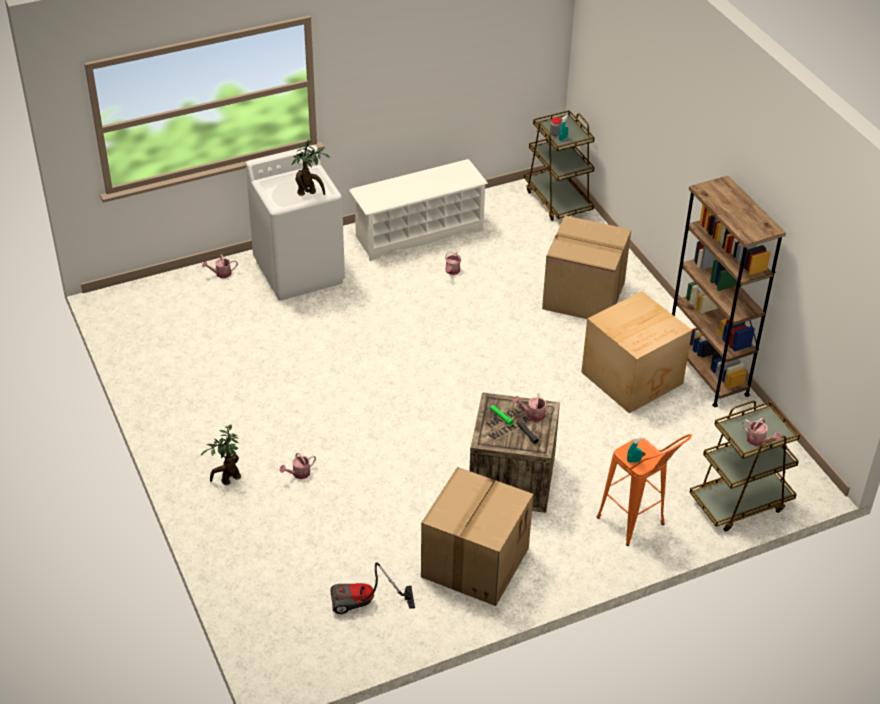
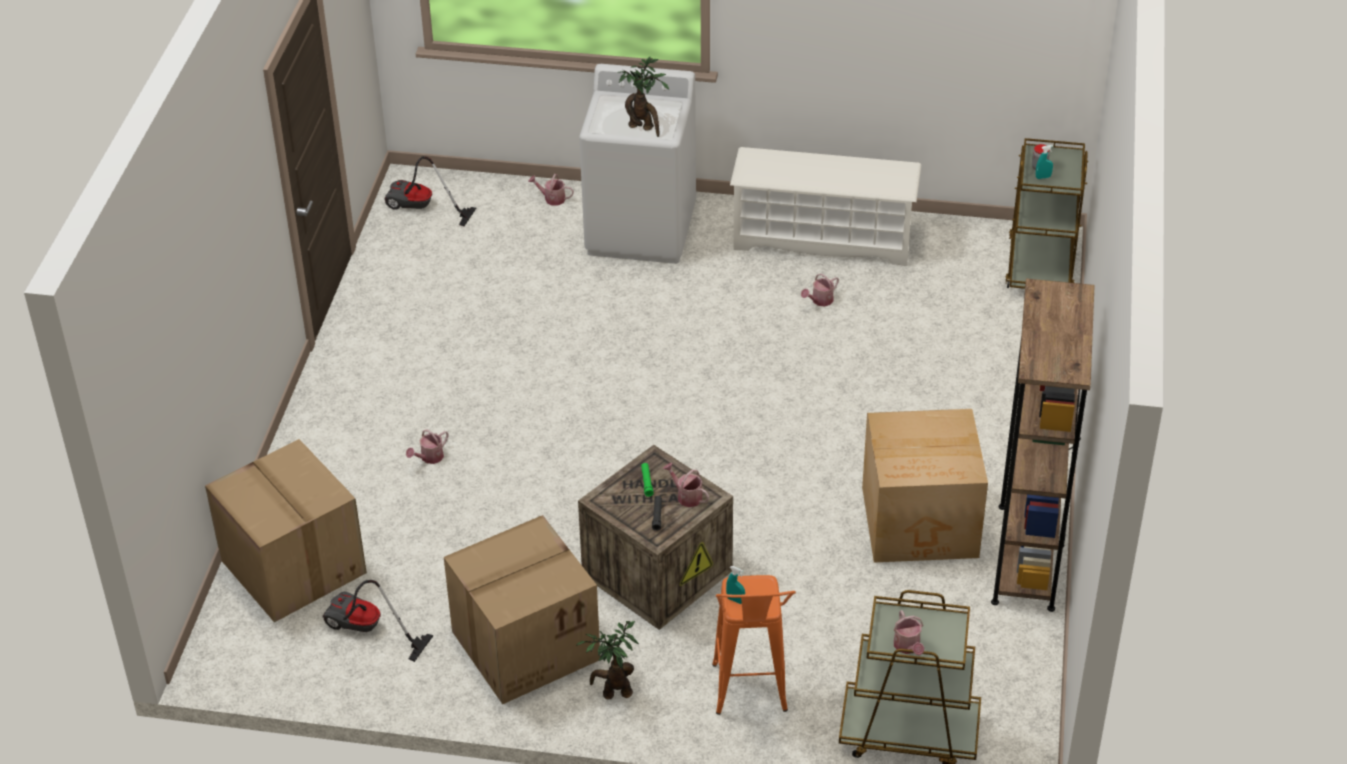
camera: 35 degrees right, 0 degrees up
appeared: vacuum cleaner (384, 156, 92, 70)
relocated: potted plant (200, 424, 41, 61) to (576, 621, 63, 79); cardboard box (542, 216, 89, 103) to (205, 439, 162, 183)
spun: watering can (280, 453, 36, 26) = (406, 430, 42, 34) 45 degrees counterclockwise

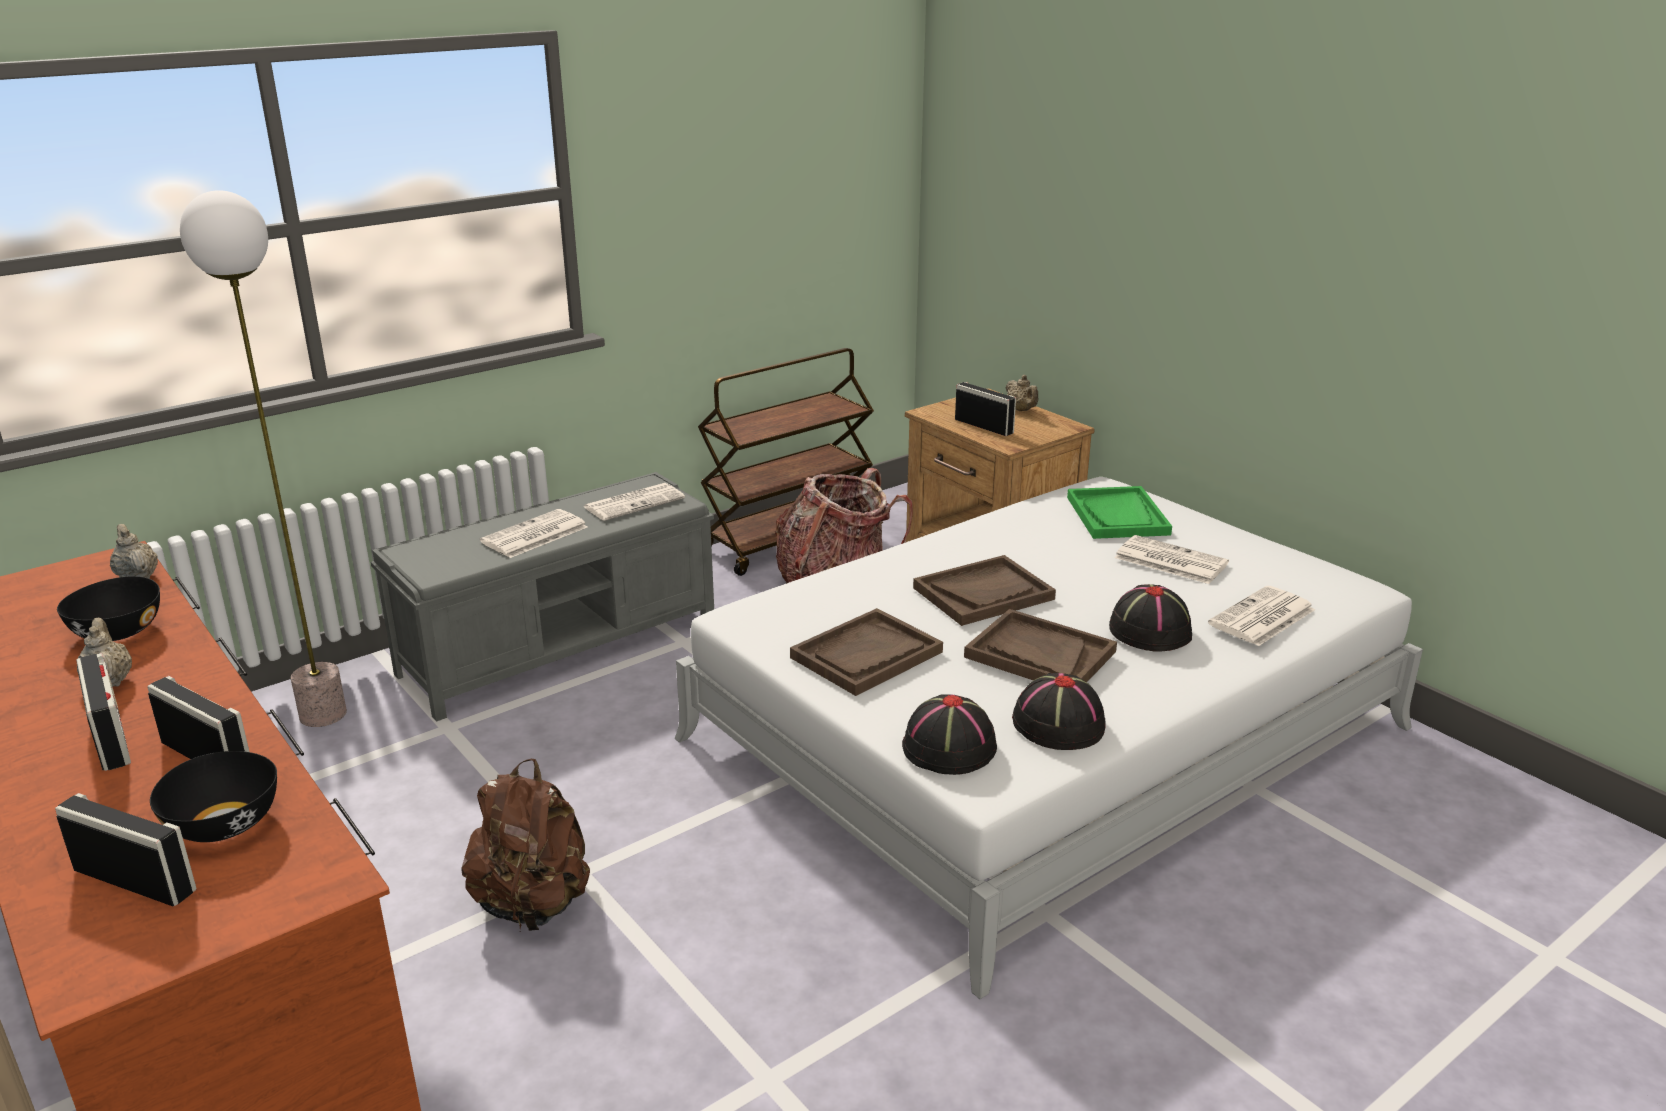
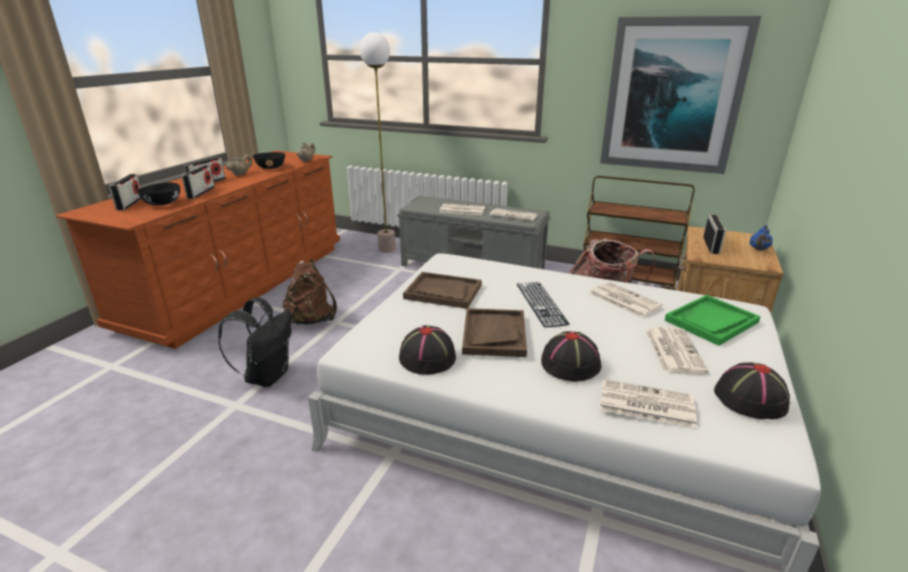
camera: 60 degrees right, 0 degrees up
appeared: black backpack (218, 297, 73, 90); newspaper (589, 282, 74, 36); picture (600, 16, 161, 158)
relocated: black hat (902, 694, 95, 81) to (714, 362, 76, 57)
exchanged: brown tray (913, 555, 143, 71) to keyboard (517, 282, 53, 46)
colour: beige teapot (1005, 375, 33, 36) to blue teapot (749, 225, 24, 26)

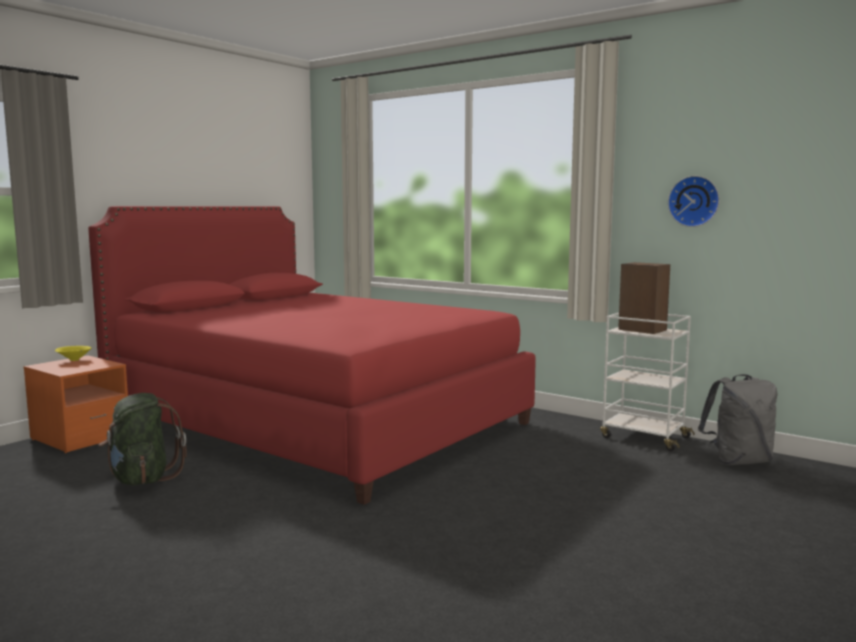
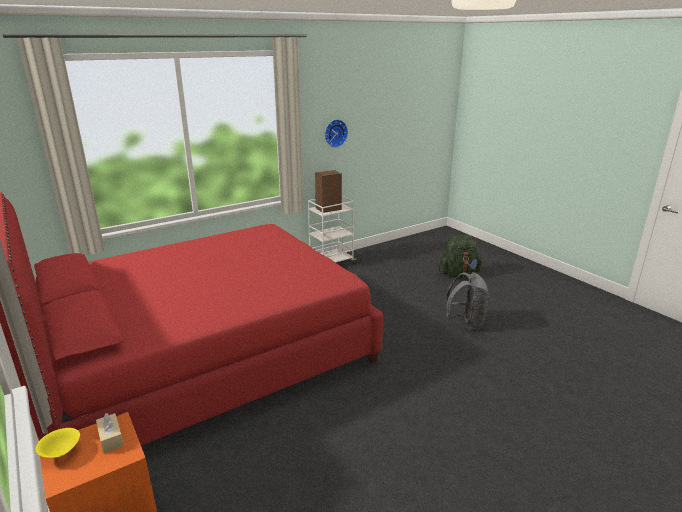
camera: 70 degrees left, 15 degrees up
appeared: beige tissue box (96, 413, 28, 40)
relocated: green backpack (98, 393, 88, 92) to (438, 235, 44, 42); grey backpack (698, 374, 79, 91) to (446, 272, 43, 59)

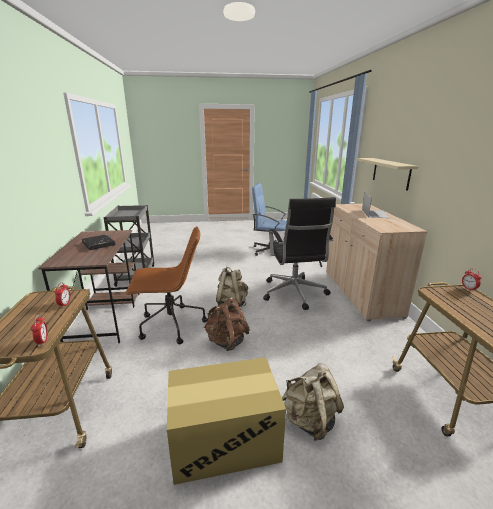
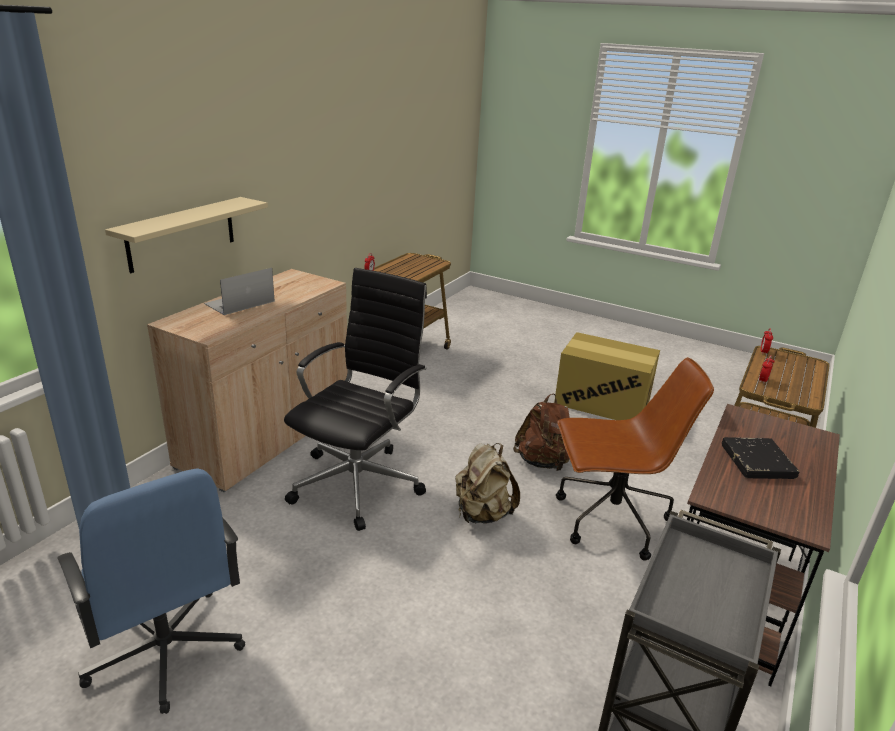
camera: 145 degrees left, 5 degrees up
missing: beige backpack (282, 363, 62, 78)
spun: brown office chair (125, 226, 83, 118) = (556, 357, 158, 203) 150 degrees clockwise

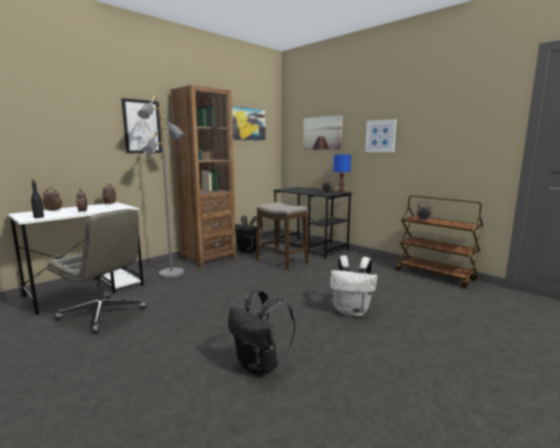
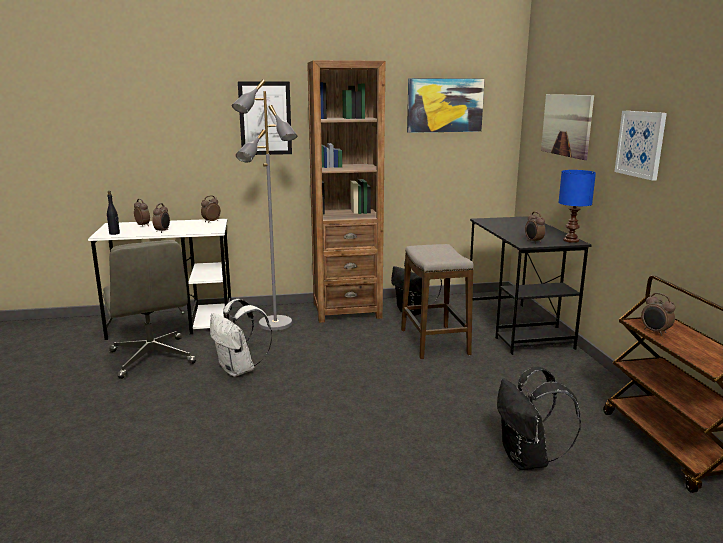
camera: 35 degrees right, 5 degrees up
relocated: black backpack (228, 290, 67, 86) to (497, 367, 84, 103); white backpack (330, 255, 48, 61) to (210, 299, 63, 78)

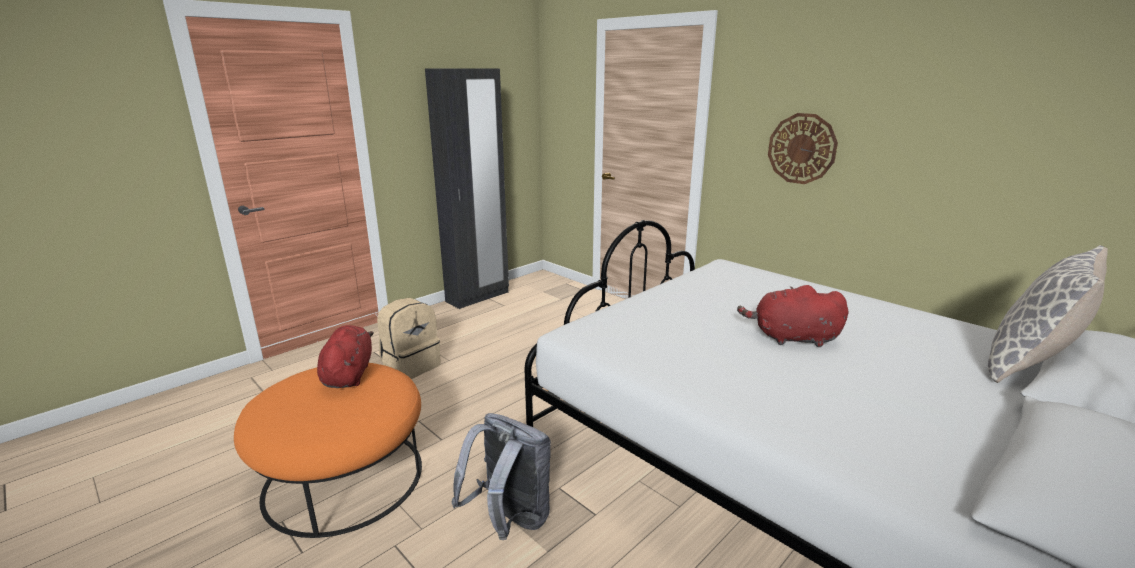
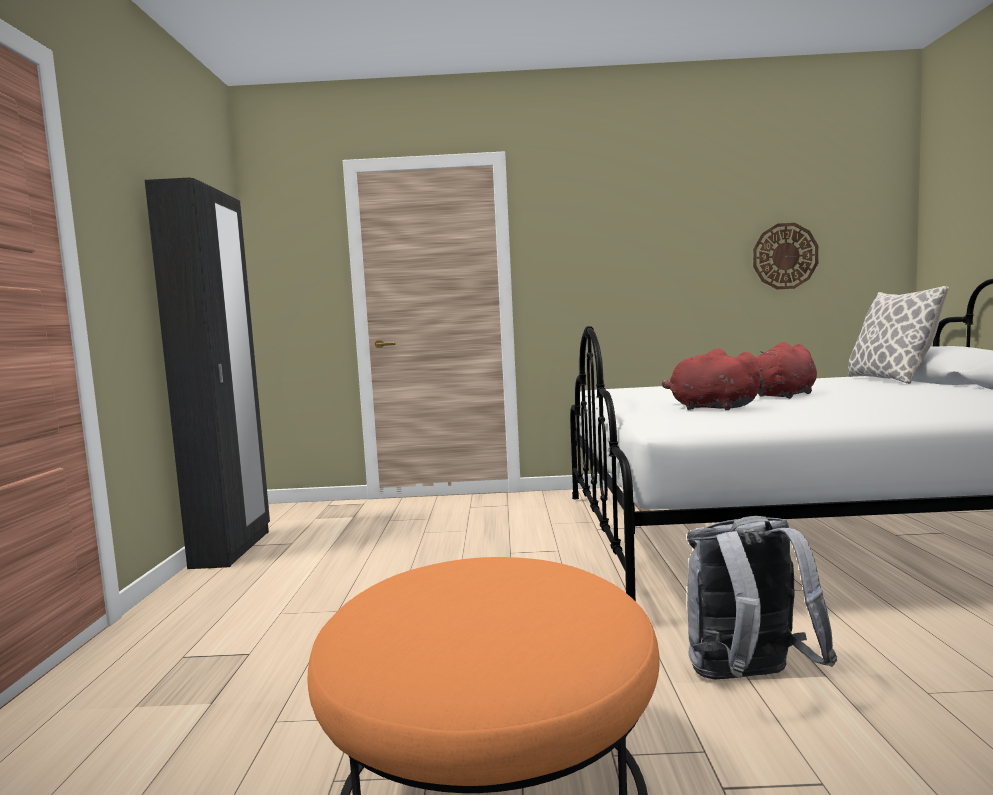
camera: 45 degrees left, 15 degrees down
missing: beige backpack (377, 298, 64, 81)
relocated: red plush toy (317, 325, 57, 63) to (662, 348, 100, 62); wall clock (768, 113, 70, 71) to (753, 223, 66, 66)

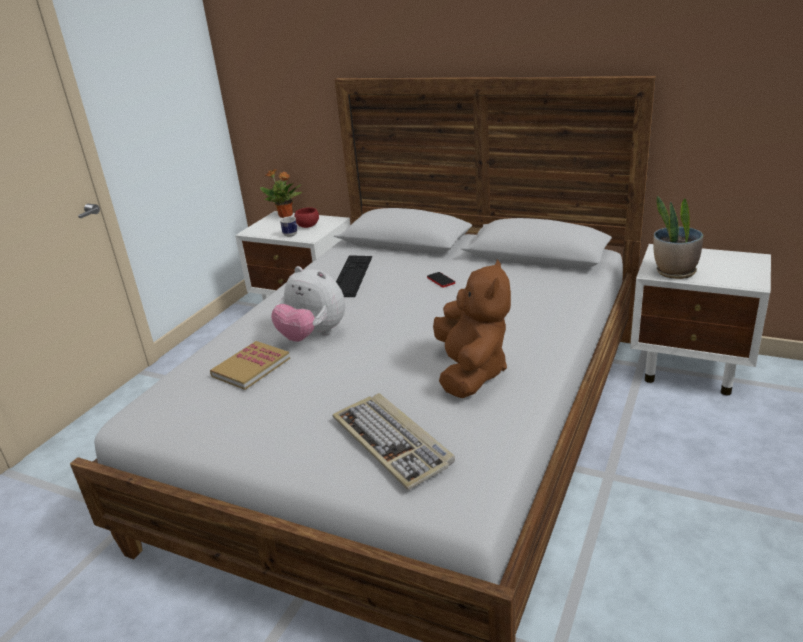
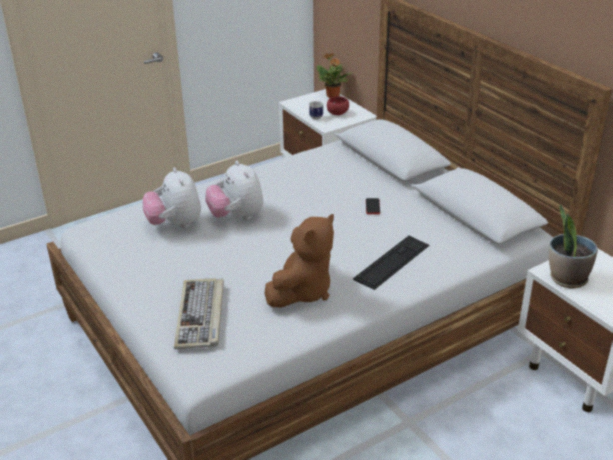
camera: 30 degrees right, 5 degrees up
relocated: keyboard (336, 255, 36, 42) to (353, 236, 76, 54)
exchanged: book (210, 341, 80, 49) to plush toy (143, 167, 58, 61)

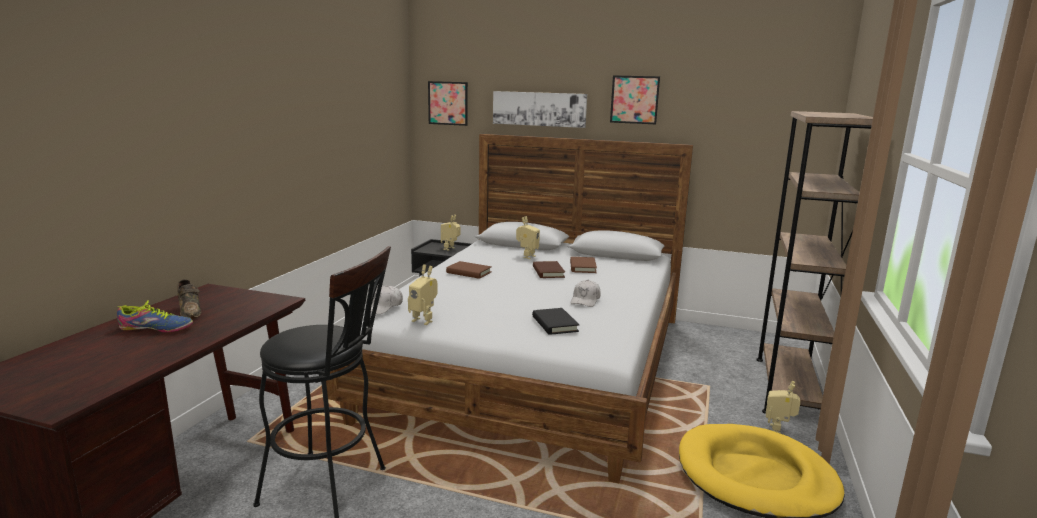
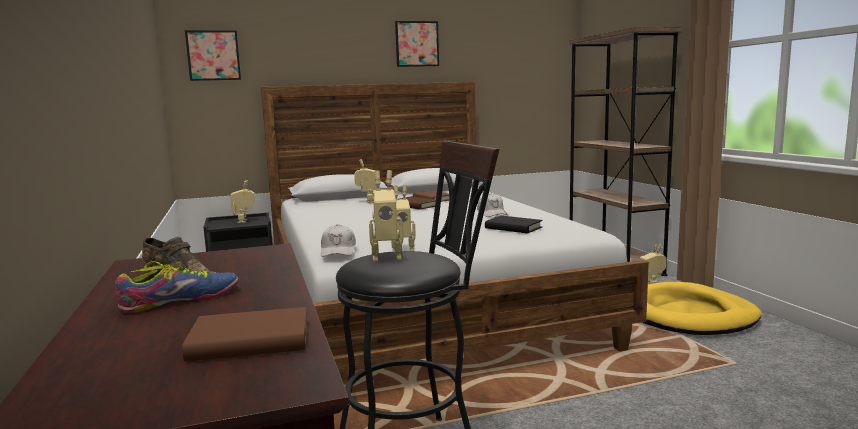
camera: 35 degrees left, 5 degrees down
missing: picture (493, 91, 94, 37)
appeared: toy robot (369, 170, 35, 92)
relocated: brown book (446, 261, 46, 18) to (182, 307, 126, 55)

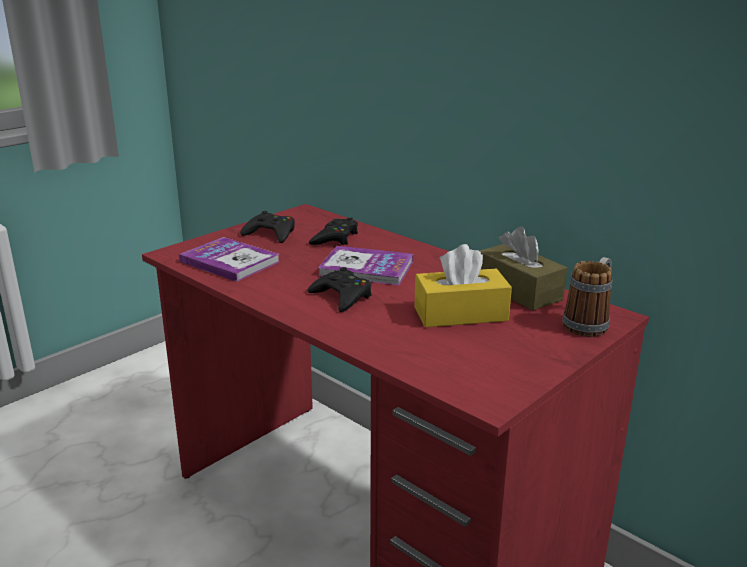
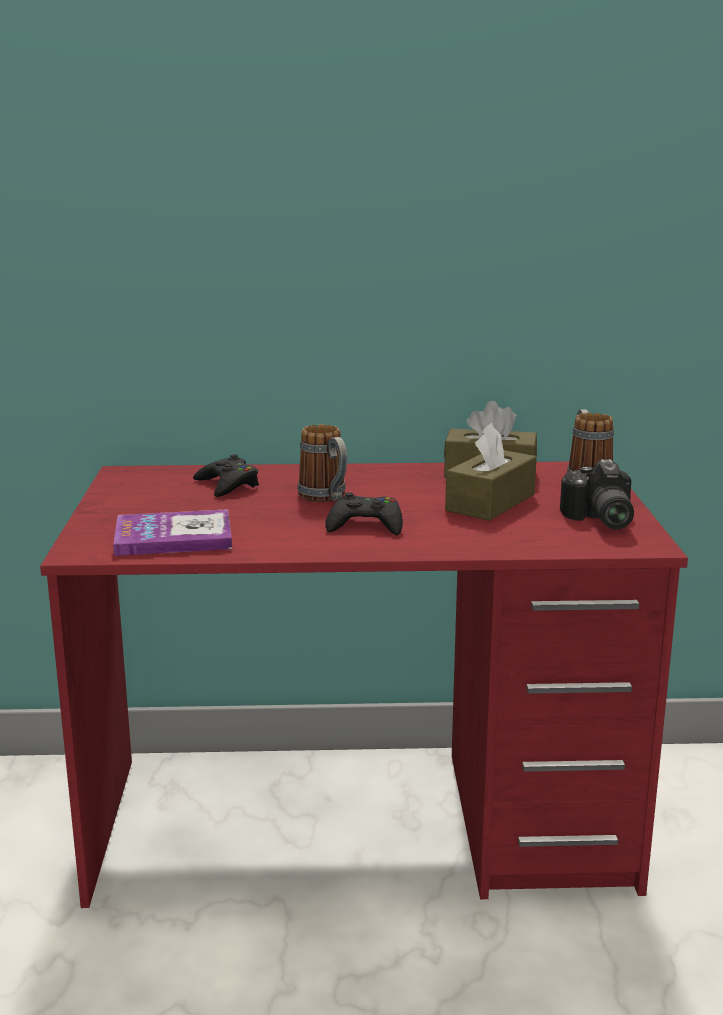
camera: 45 degrees left, 5 degrees down
missing: black game controller (240, 211, 55, 32)
appeared: photo camera (560, 459, 74, 70)
exchanged: book (318, 246, 96, 39) to mug (298, 424, 49, 78)
colour: yellow tissue box (415, 244, 97, 83) to brown tissue box (445, 423, 92, 98)

